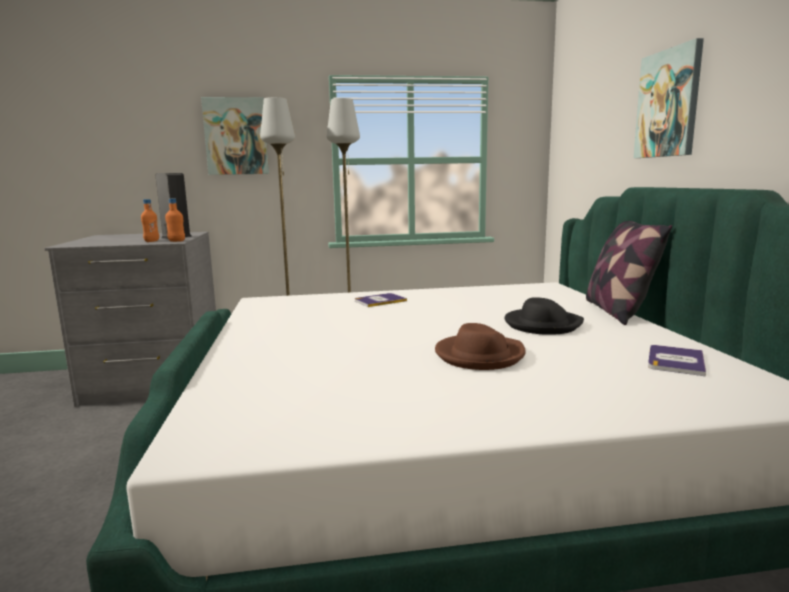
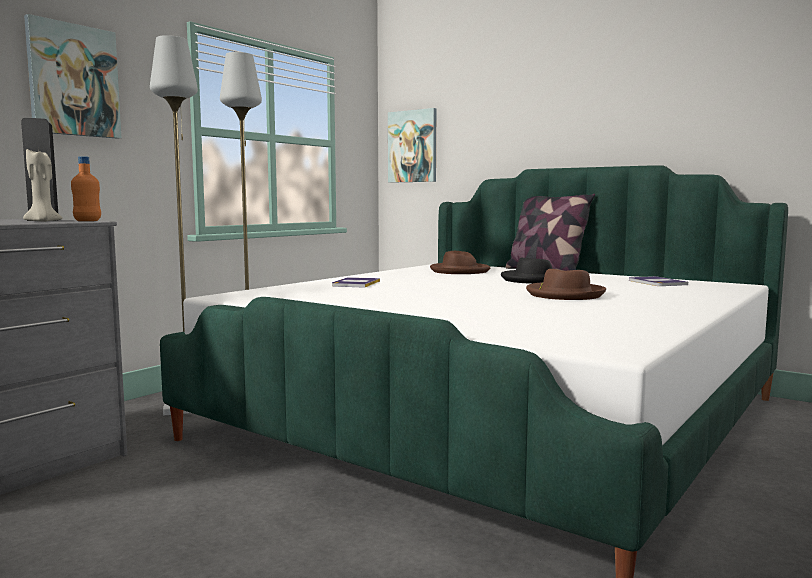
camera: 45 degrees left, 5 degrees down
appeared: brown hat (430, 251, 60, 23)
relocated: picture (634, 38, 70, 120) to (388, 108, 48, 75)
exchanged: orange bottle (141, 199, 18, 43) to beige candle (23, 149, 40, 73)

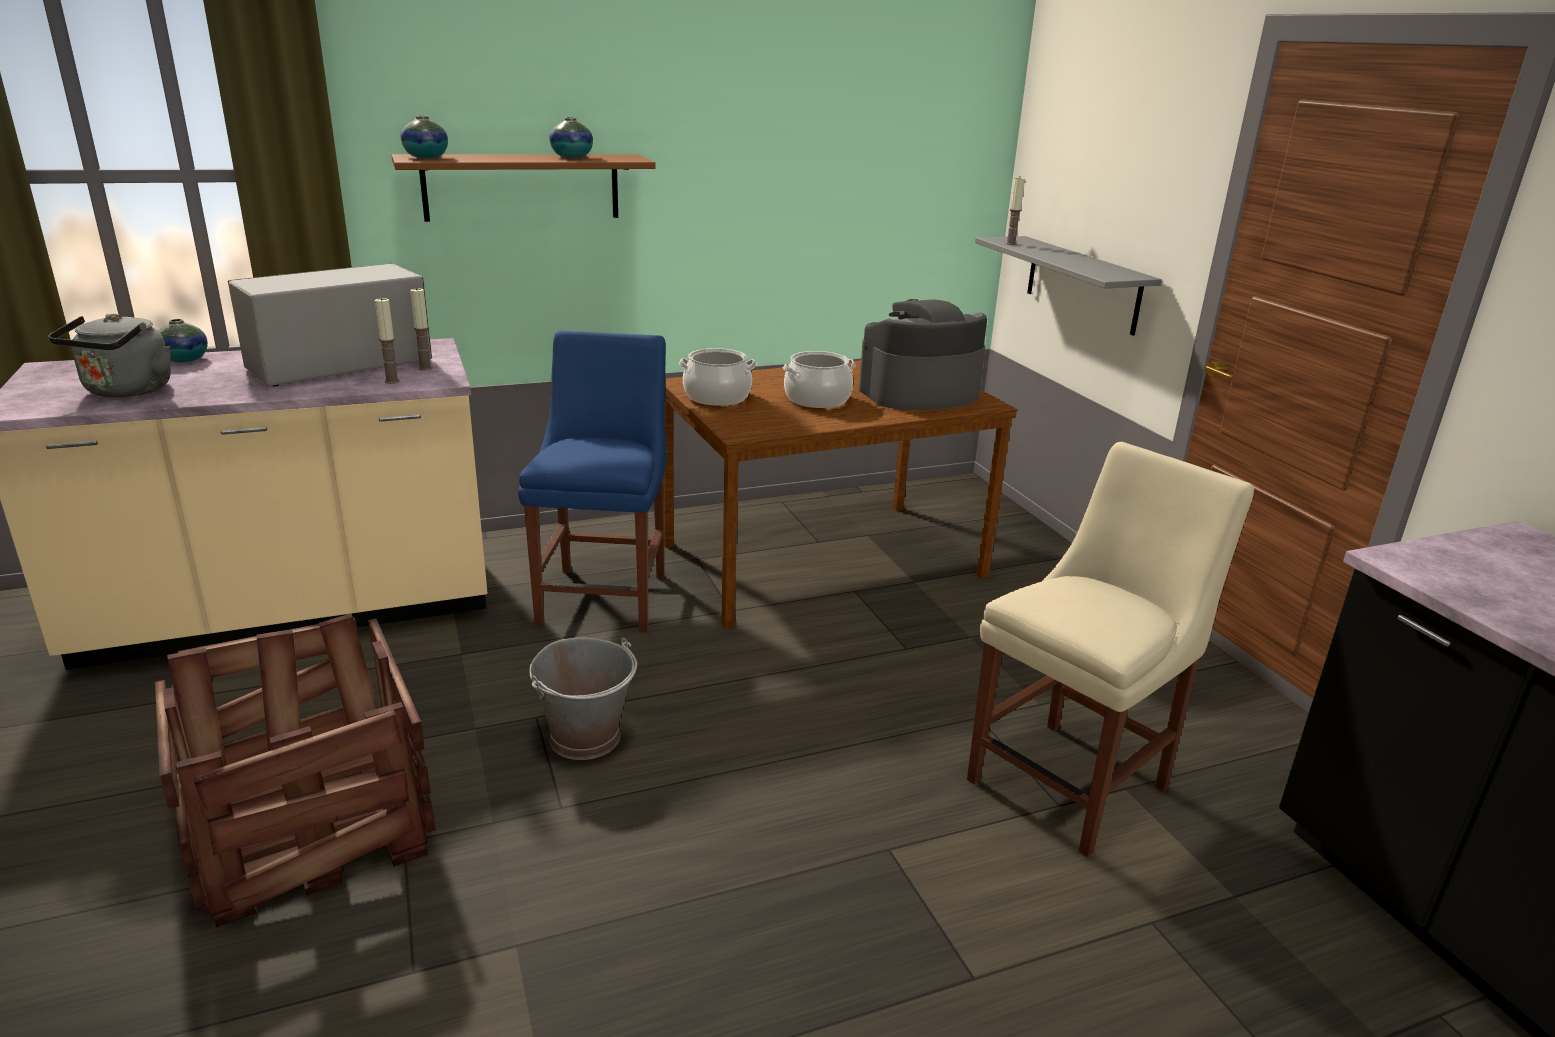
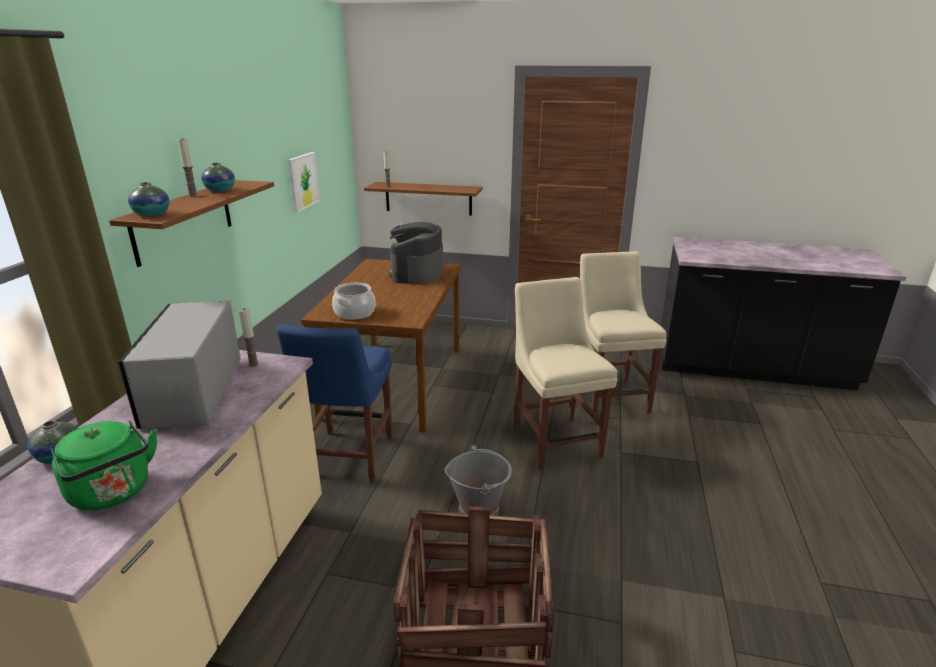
camera: 55 degrees left, 0 degrees up
missing: cooking pot (783, 351, 73, 57)
appeared: picture (288, 152, 32, 60); beige chair (514, 277, 103, 193)
relocated: candle (375, 297, 25, 87) to (177, 139, 21, 58)
colour: grey kettle (48, 314, 123, 84) to green kettle (51, 420, 106, 90); grey shelf (975, 236, 187, 99) to brown shelf (364, 182, 119, 34)
spun: blue chair (518, 331, 149, 301) = (277, 325, 116, 156) 120 degrees counterclockwise

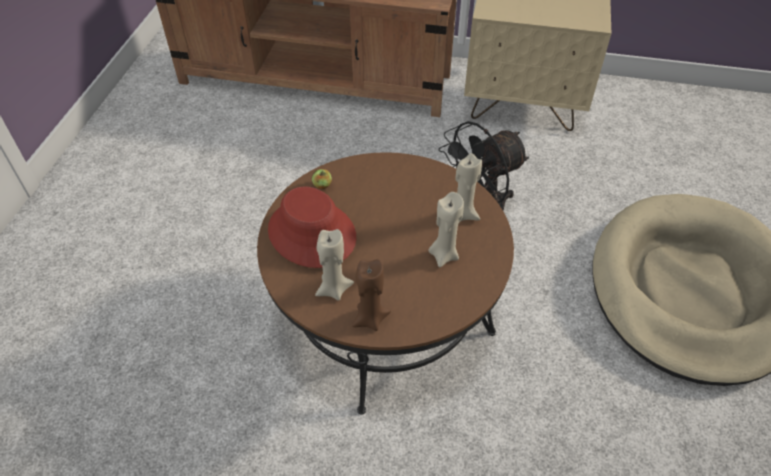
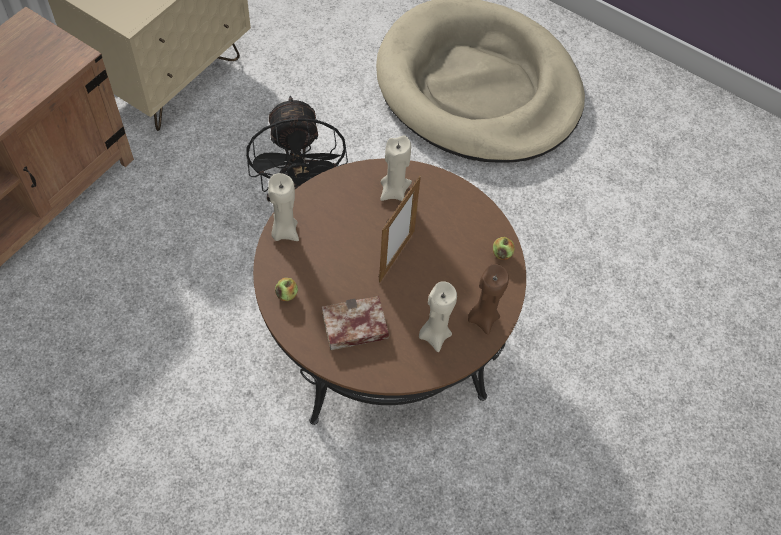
camera: 70 degrees left, 10 degrees up
appeared: picture frame (379, 176, 42, 107); apple (493, 237, 22, 23)
relocated: beige candle (428, 192, 36, 76) to (268, 173, 31, 68)
exchanged: red hat (268, 186, 88, 82) to book (322, 296, 67, 54)

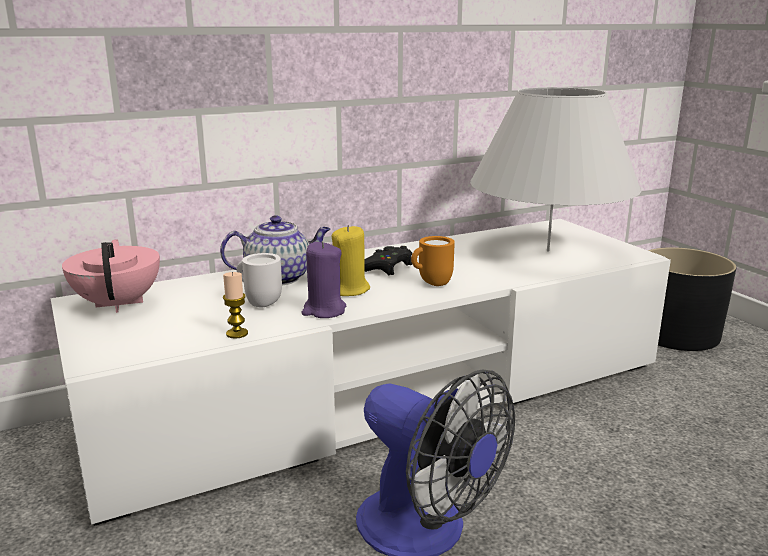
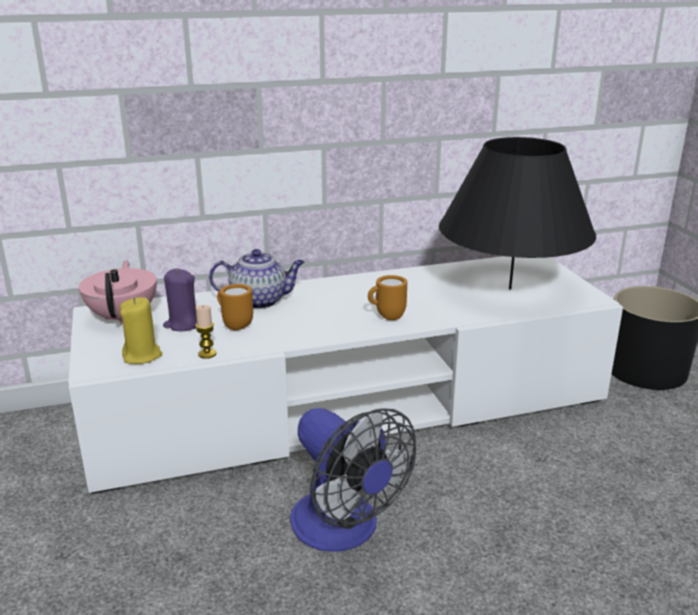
camera: 10 degrees right, 5 degrees up
missing: black game controller (364, 246, 48, 29)
relocated: purple candle (301, 241, 45, 77) to (163, 269, 34, 62); yellow candle (331, 225, 39, 71) to (120, 297, 42, 67)
colour: white mug (236, 253, 46, 55) to orange mug (217, 284, 36, 46); white table lamp (470, 87, 171, 164) to black table lamp (439, 137, 157, 152)

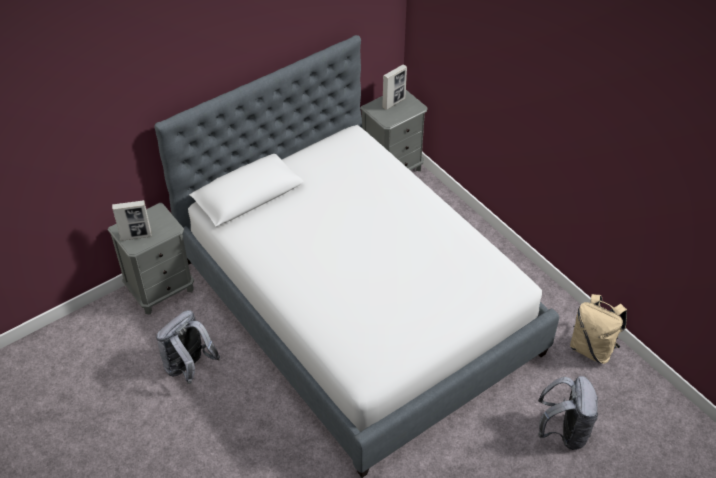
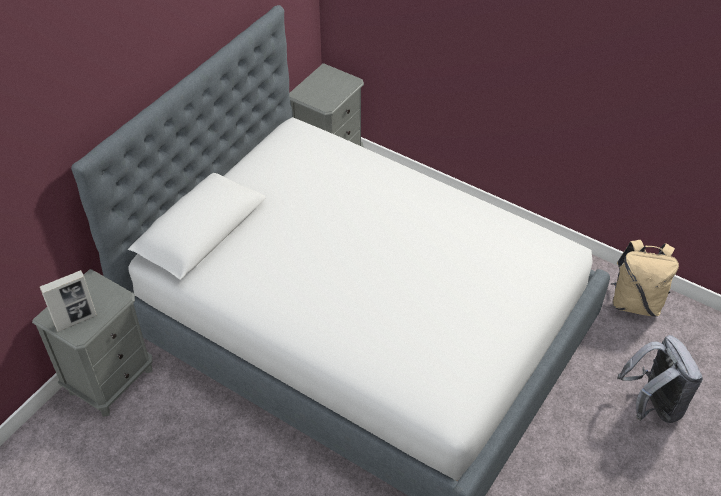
camera: 20 degrees left, 0 degrees up
missing: grey backpack (156, 310, 64, 74); picture frame (382, 64, 25, 46)

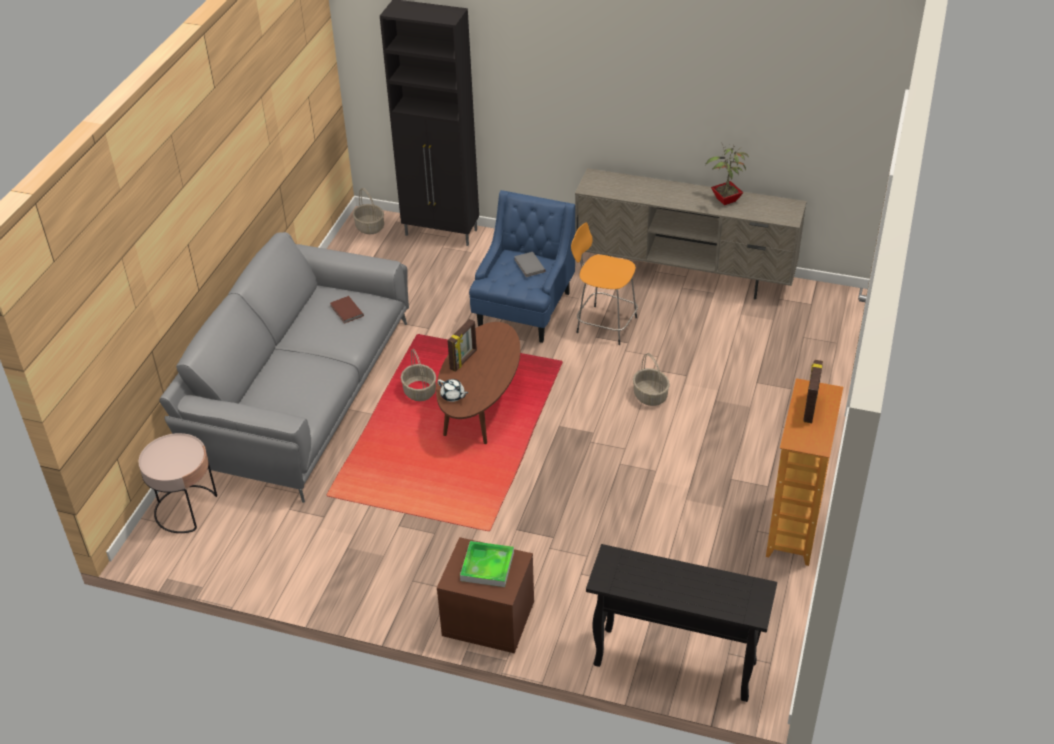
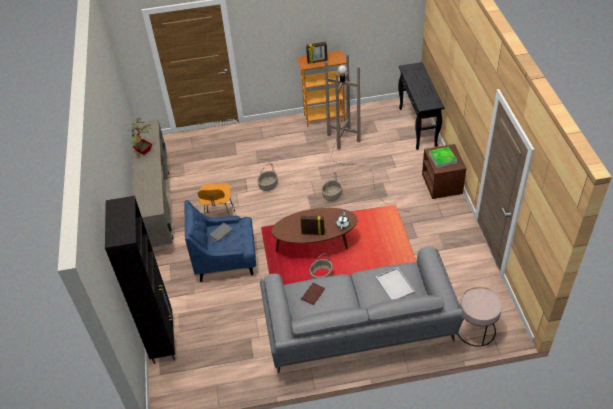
camera: 115 degrees left, 5 degrees up
appeared: brown floor lamp (325, 54, 83, 158); white tray (376, 267, 39, 33)
relocated: basket (353, 188, 31, 46) to (322, 172, 20, 29)

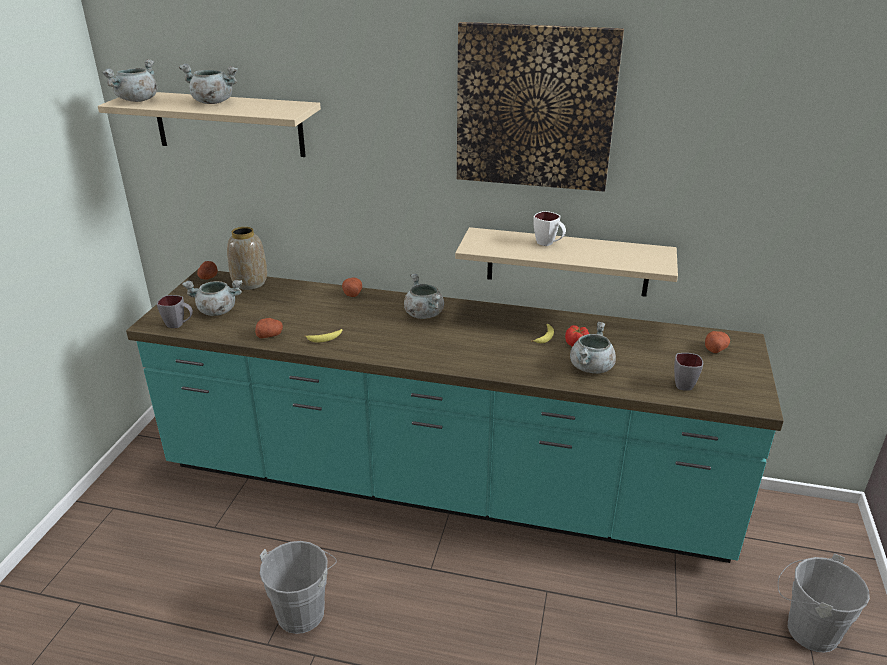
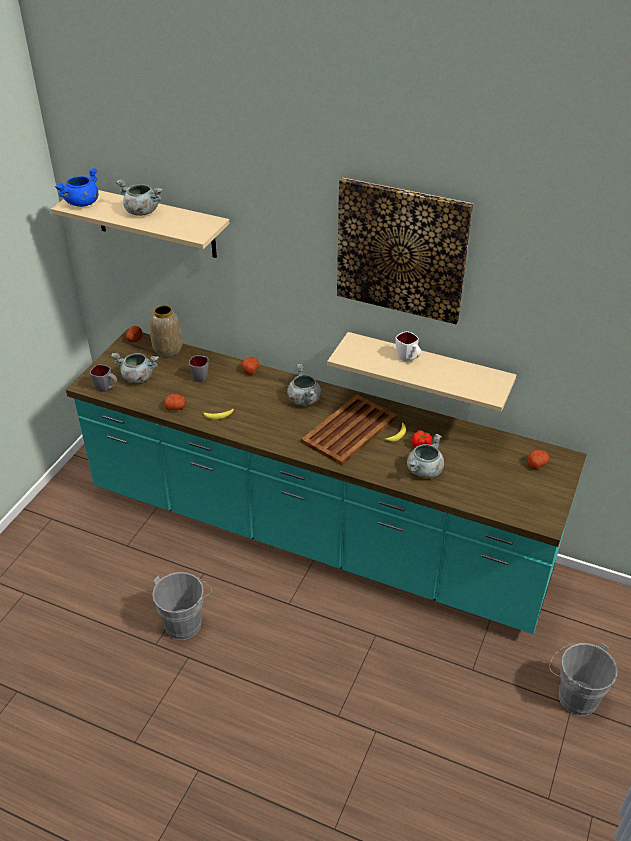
camera: 10 degrees right, 10 degrees up
appeared: brown tray (301, 394, 96, 72)
relocated: grey mug (674, 353, 29, 38) to (189, 356, 20, 26)
colour: grey cooking pot (102, 59, 55, 43) to blue cooking pot (55, 168, 44, 39)

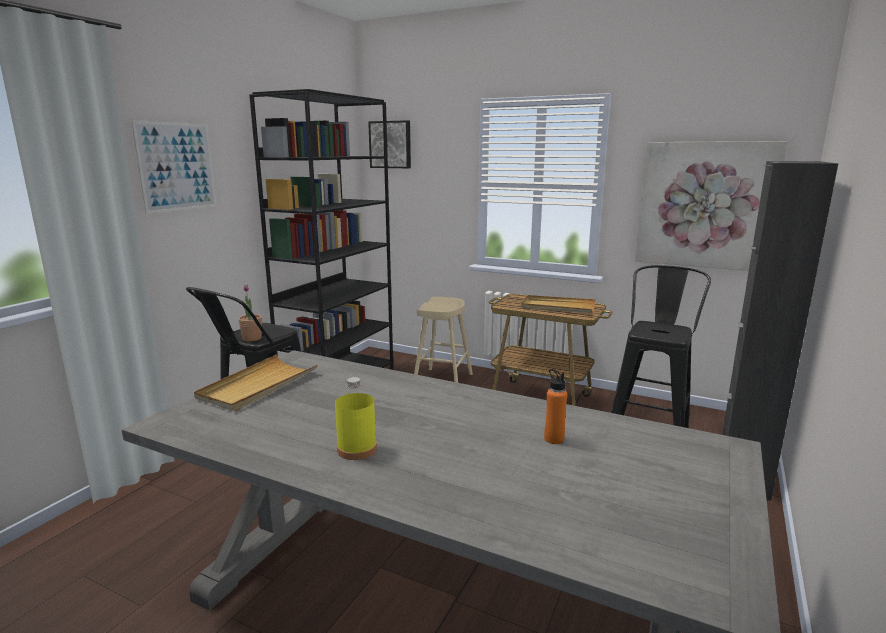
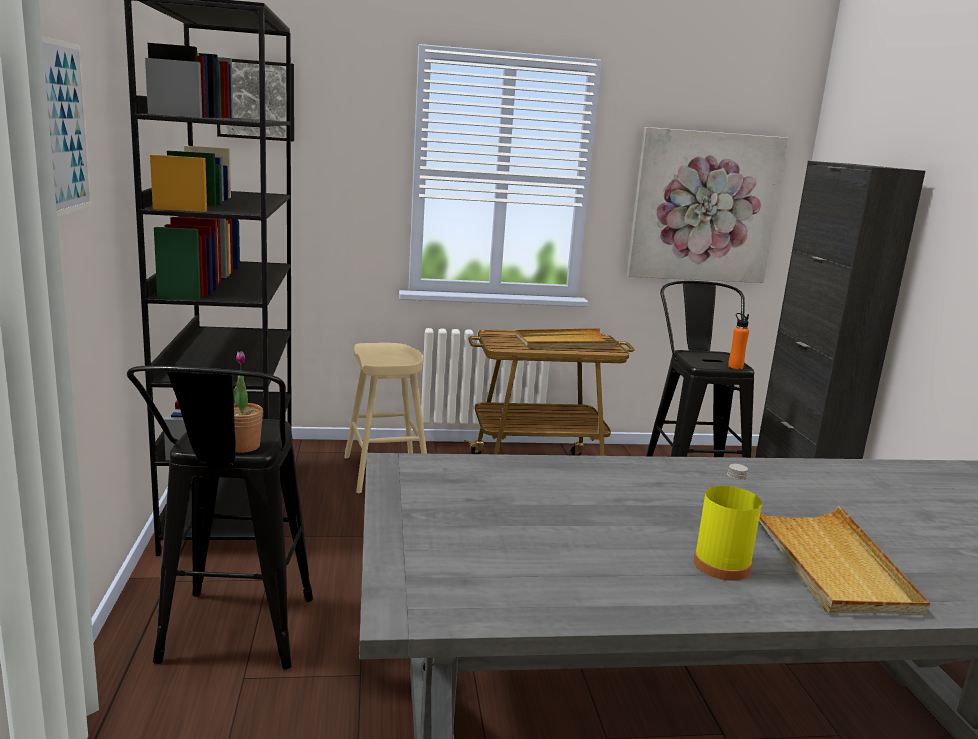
camera: 35 degrees left, 0 degrees up
relocated: beige tray (194, 354, 124, 58) to (759, 505, 171, 110); orange bottle (544, 369, 23, 75) to (728, 313, 21, 56)

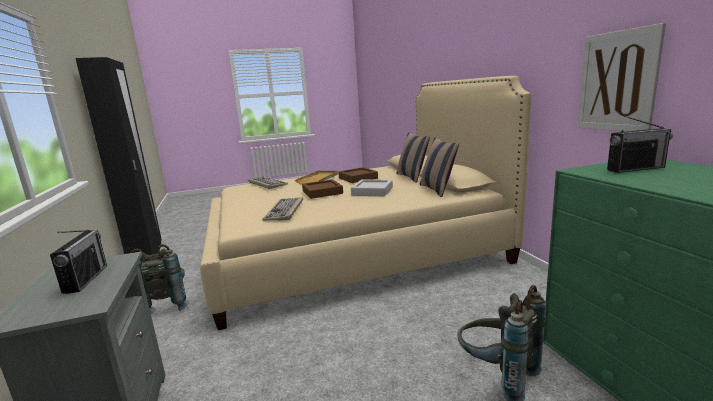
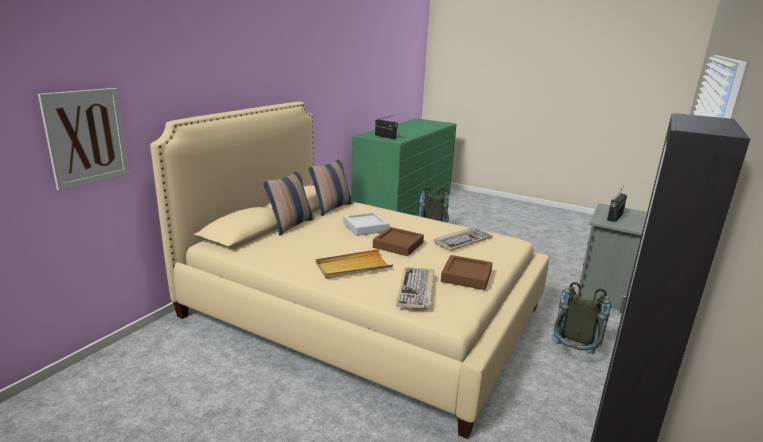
camera: 135 degrees left, 5 degrees up
relocated: brown tray (338, 167, 40, 16) to (441, 255, 51, 35); picture (577, 23, 89, 109) to (38, 88, 91, 103)

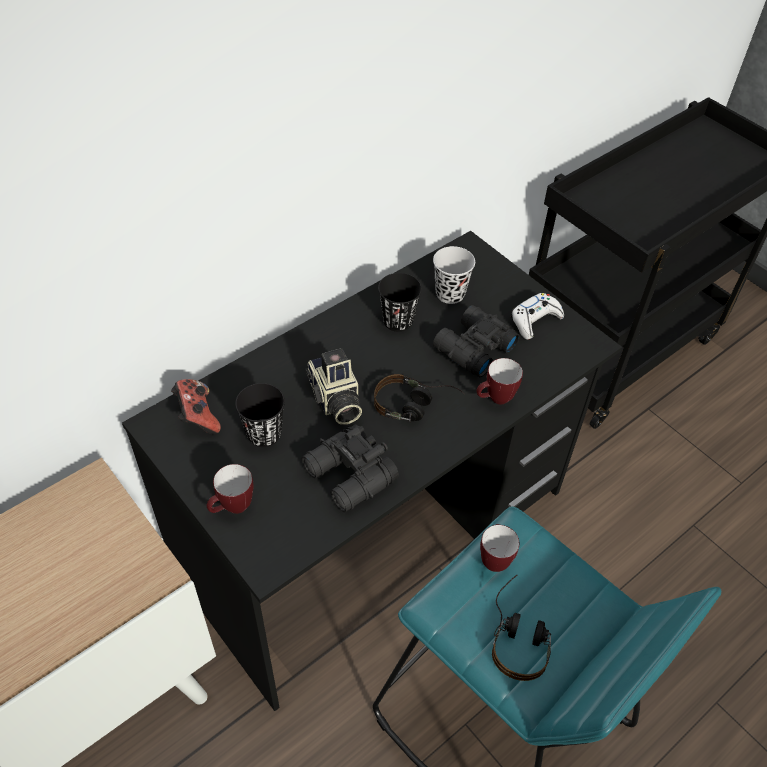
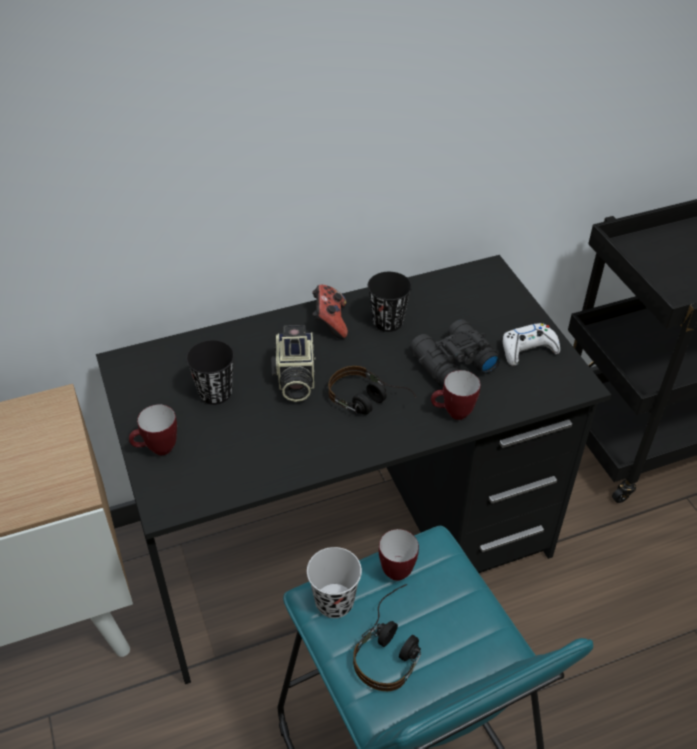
camera: 20 degrees right, 5 degrees down
missing: black binoculars (301, 425, 98, 87)
relocated: game controller (171, 379, 50, 55) to (312, 285, 36, 54); black cup (433, 246, 42, 58) to (307, 547, 55, 71)

